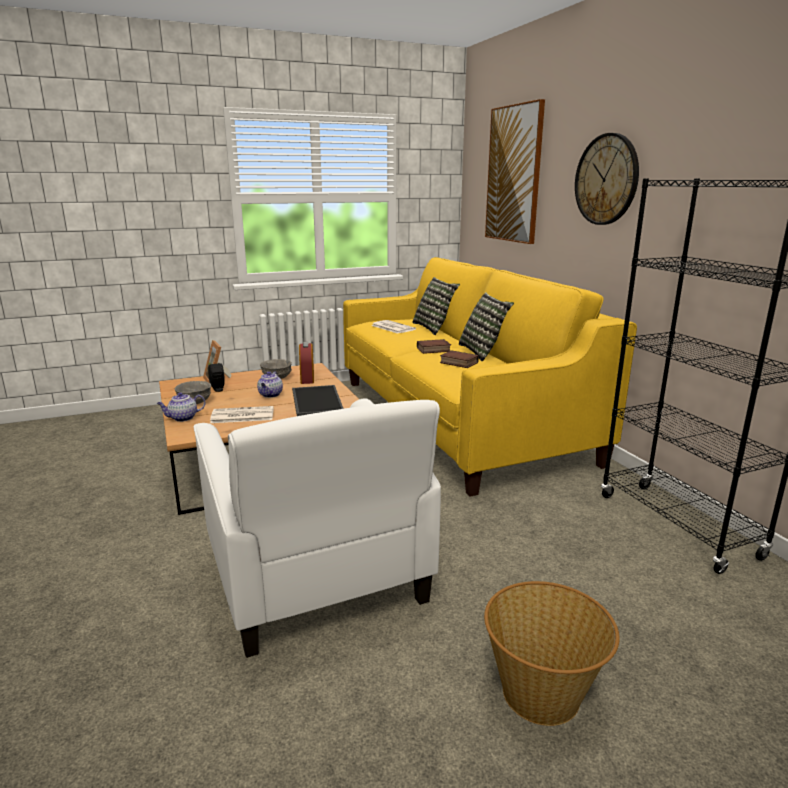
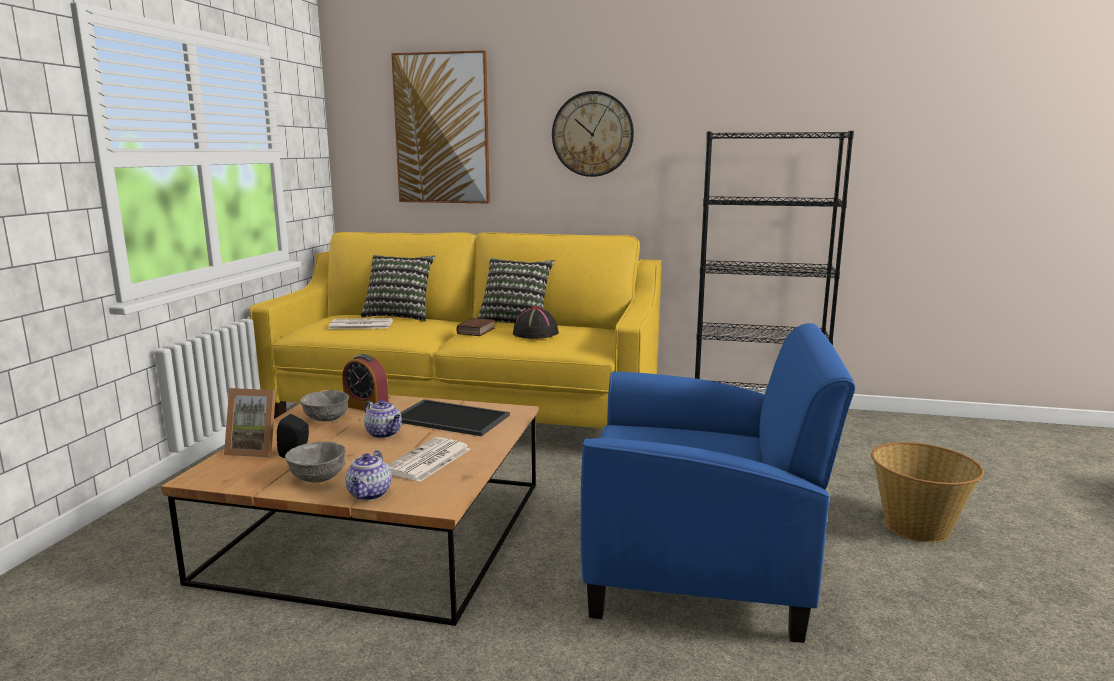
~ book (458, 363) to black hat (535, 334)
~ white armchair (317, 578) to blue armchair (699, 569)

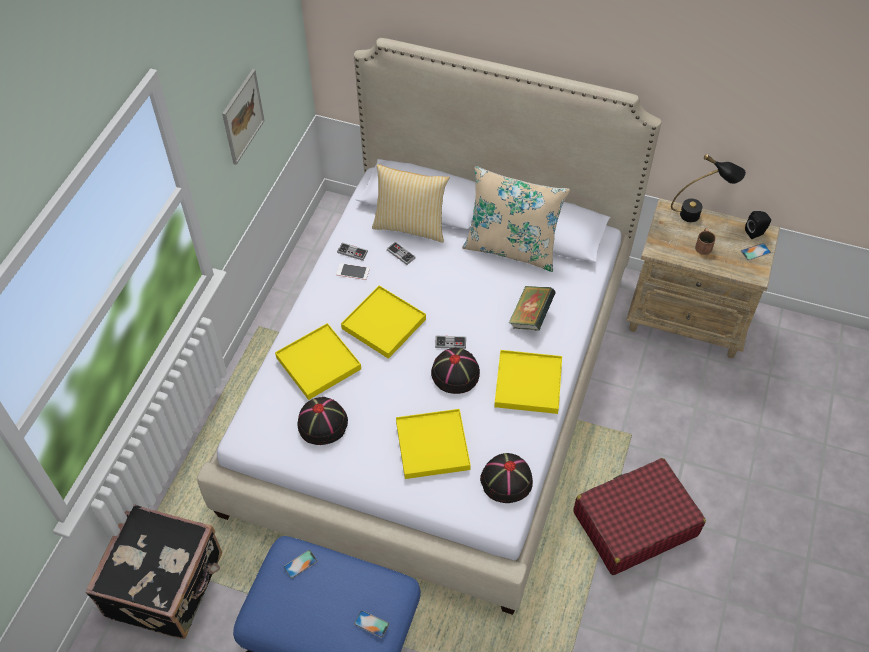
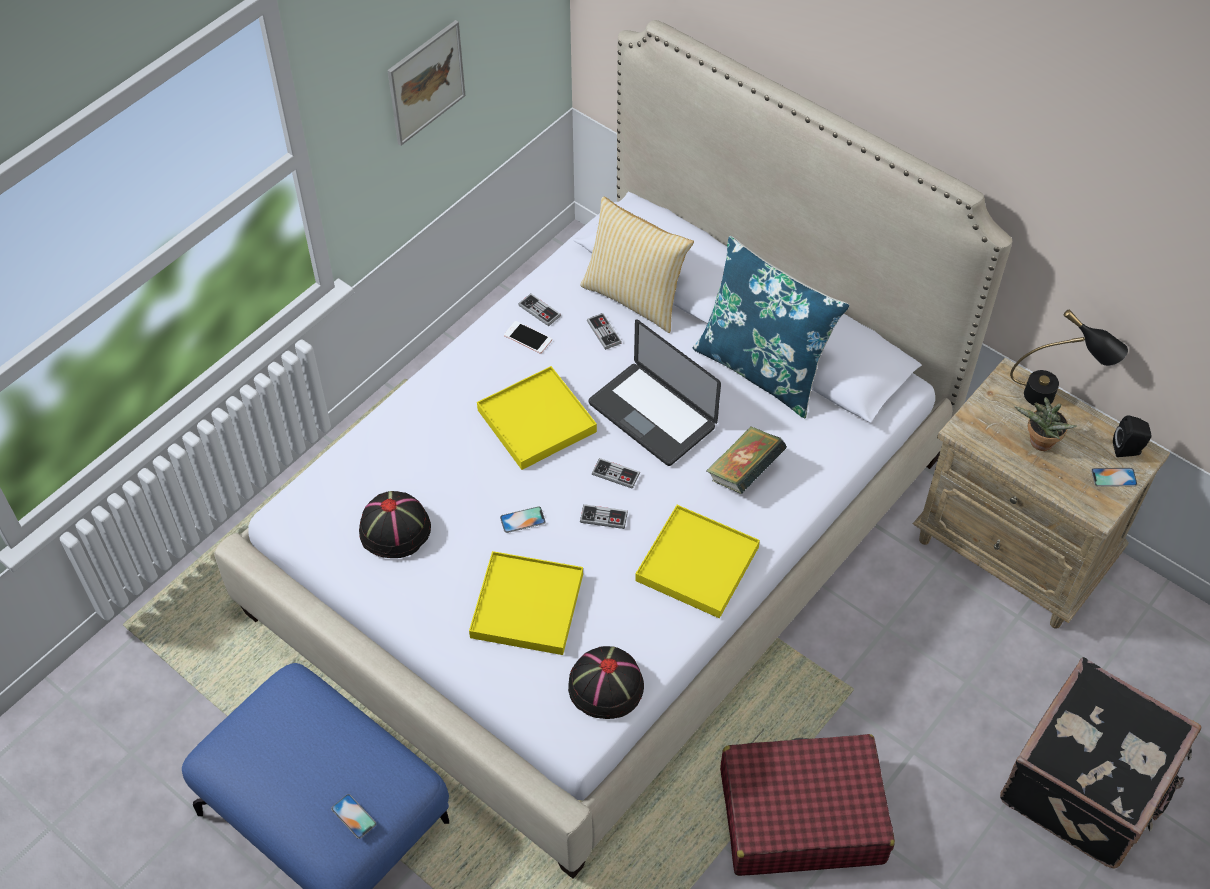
~ beige pillow (511, 248) to blue pillow (762, 368)
~ brown mug (703, 244) to potted plant (1039, 444)
- yellow tray (318, 363)
~ black hat (455, 373) to game controller (603, 517)
~ black suitcase (167, 585) to (1089, 786)
~ phone (300, 564) to (522, 519)
+ laptop (652, 415)

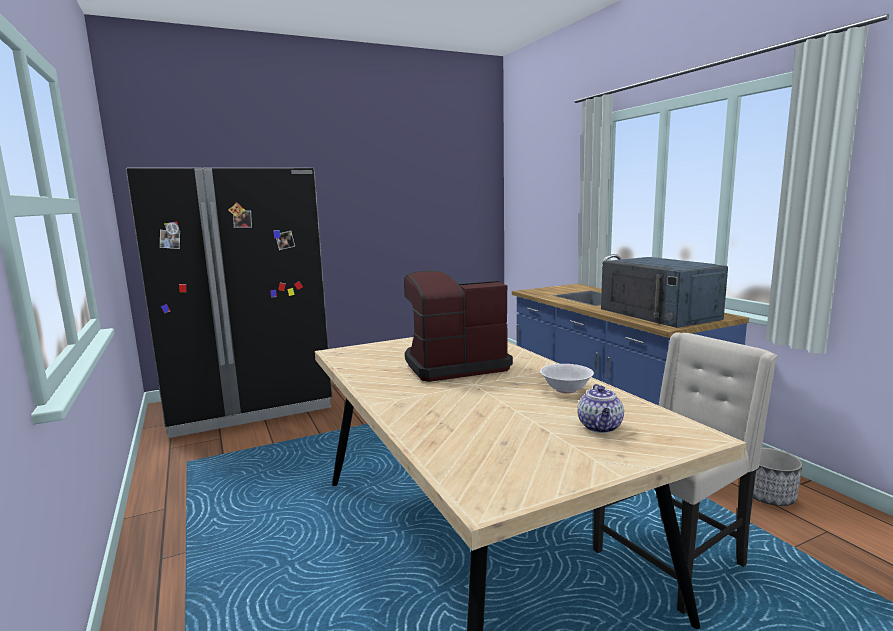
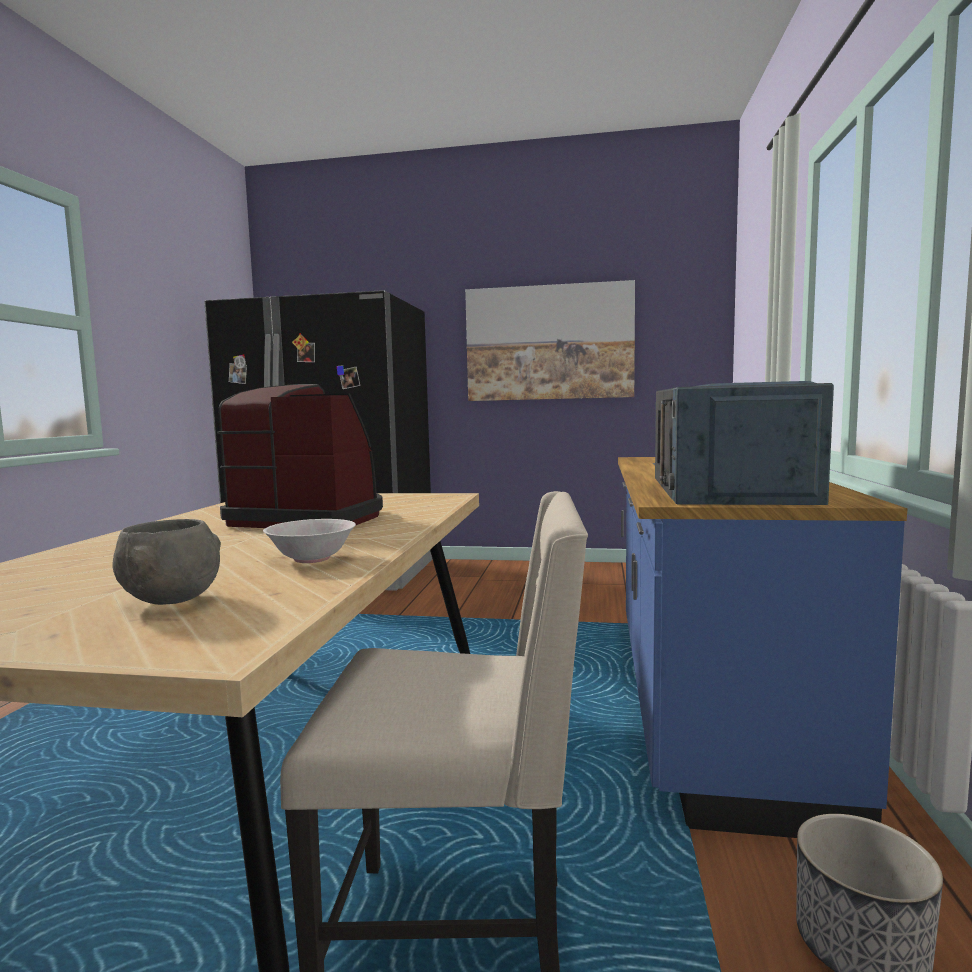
~ teapot (600, 427) to grey bowl (170, 602)
+ picture (549, 343)

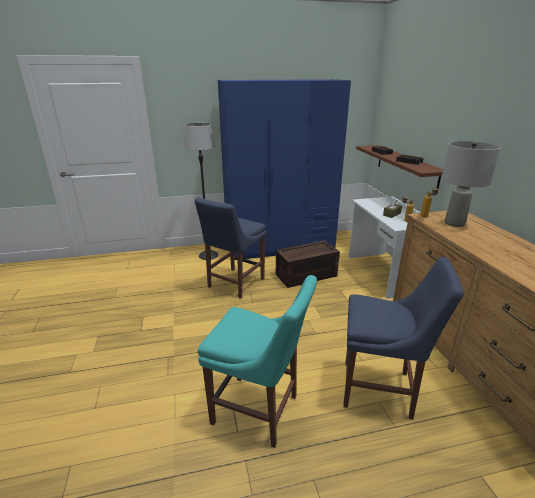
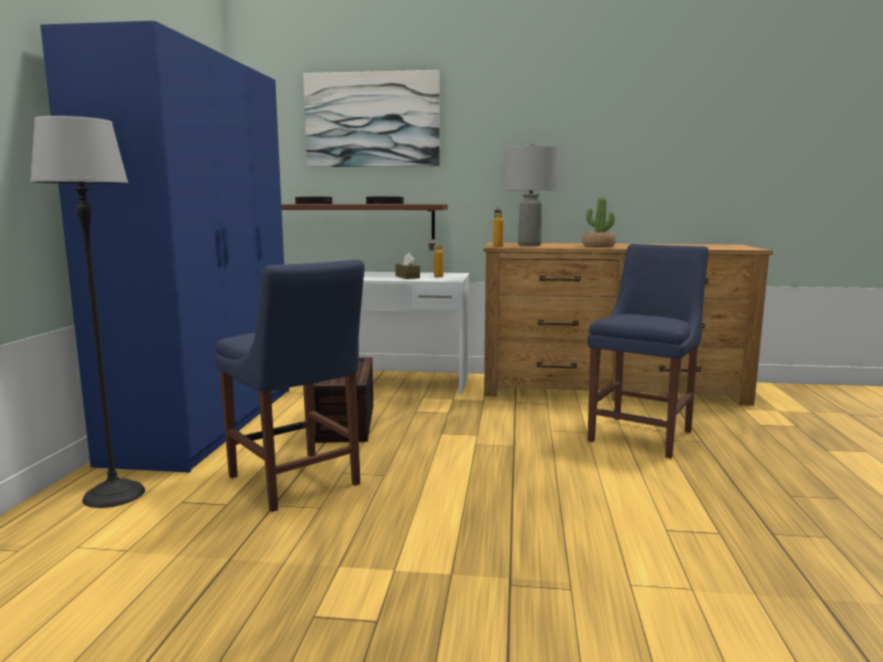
- turquoise chair (259, 411)
+ picture (372, 120)
+ potted plant (598, 246)

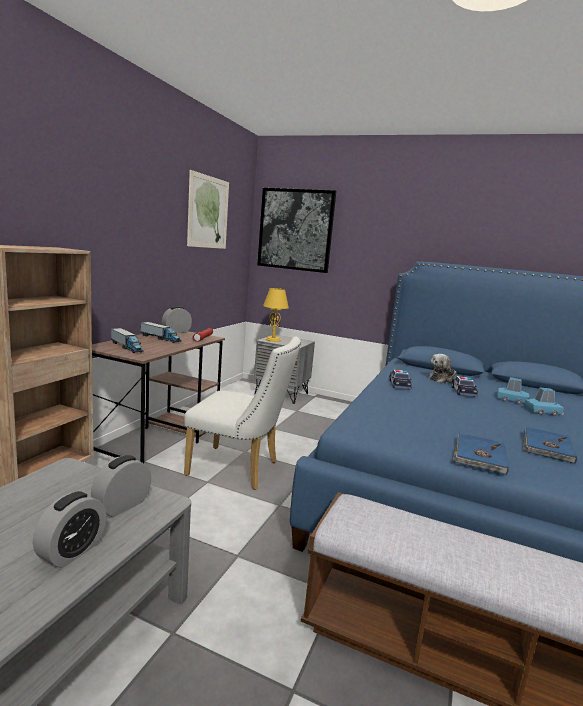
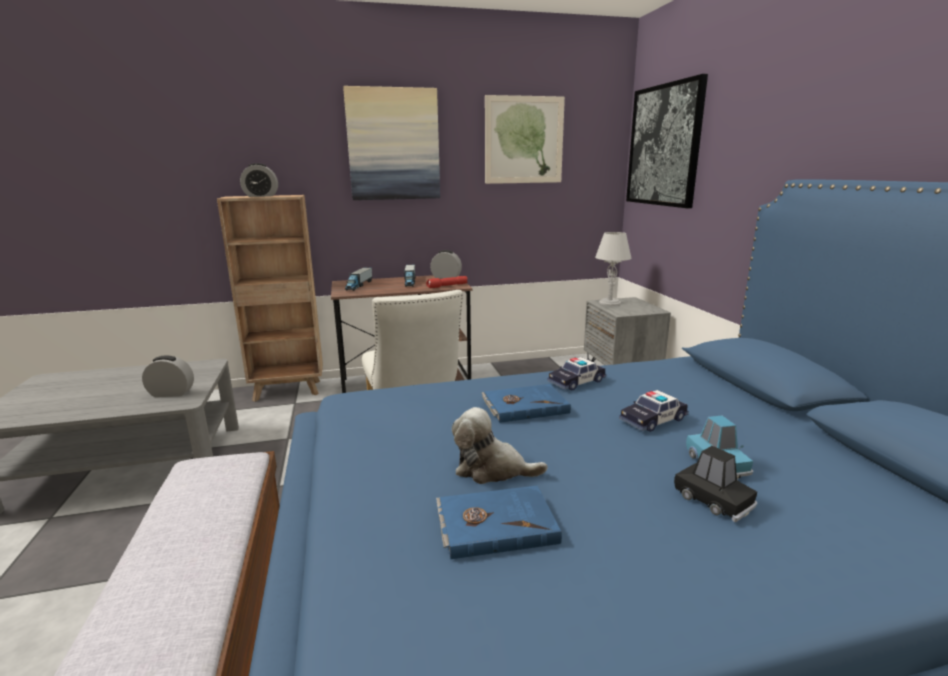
~ yellow table lamp (273, 340) to grey table lamp (609, 303)
~ plush toy (442, 379) to (492, 469)
~ blue toy car (543, 412) to black toy car (713, 500)
~ blue book (479, 456) to (524, 406)
~ alarm clock (72, 551) to (261, 196)
+ picture (393, 145)

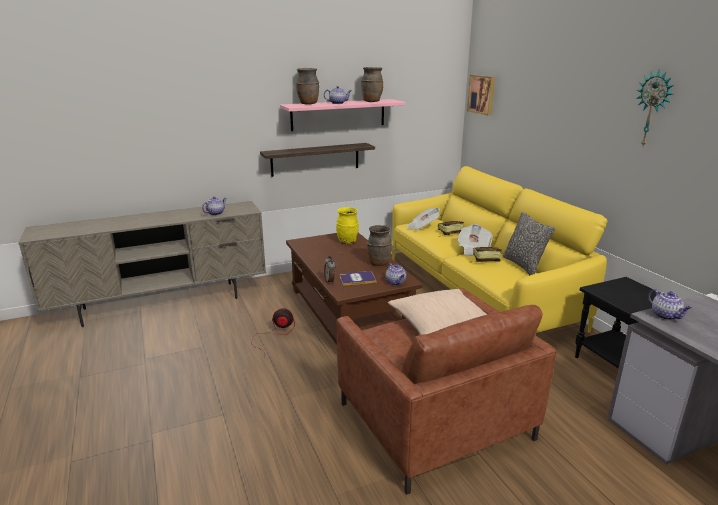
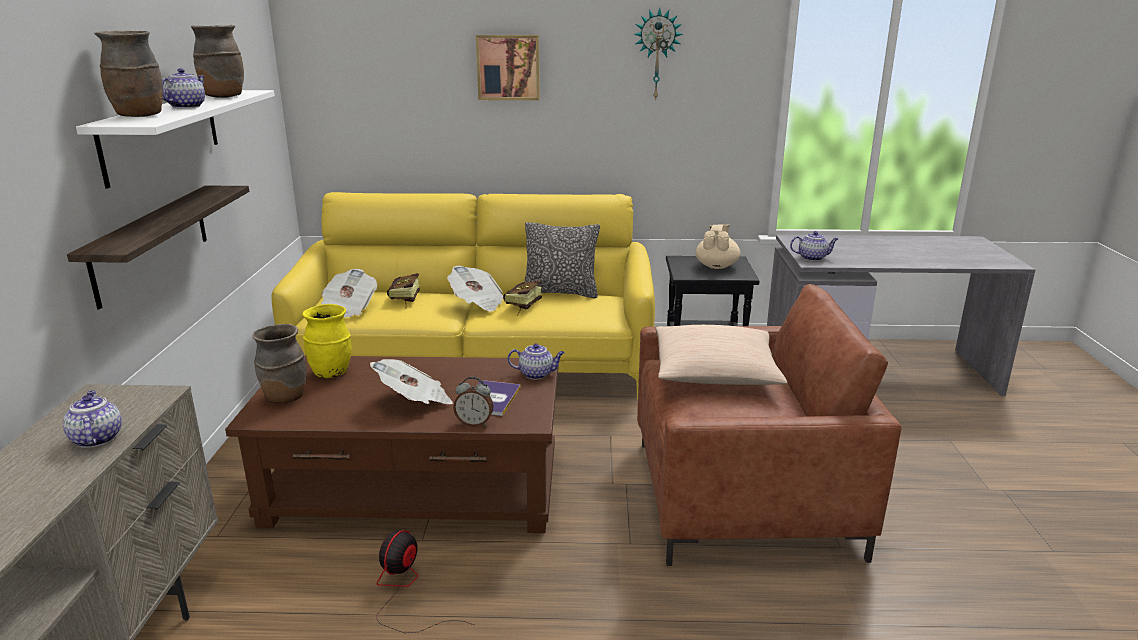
~ picture (482, 94) to (508, 67)
~ pink shelf (338, 114) to white shelf (162, 134)
~ brown vase (379, 263) to (285, 397)
+ beige teapot (716, 266)
+ newspaper (414, 401)

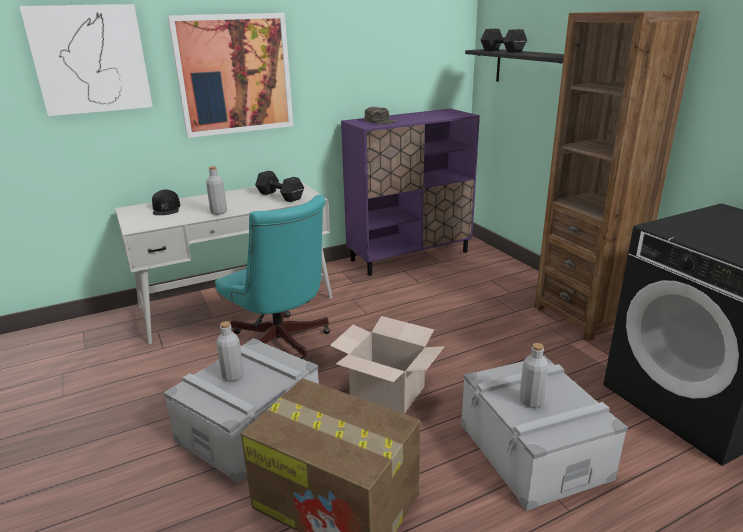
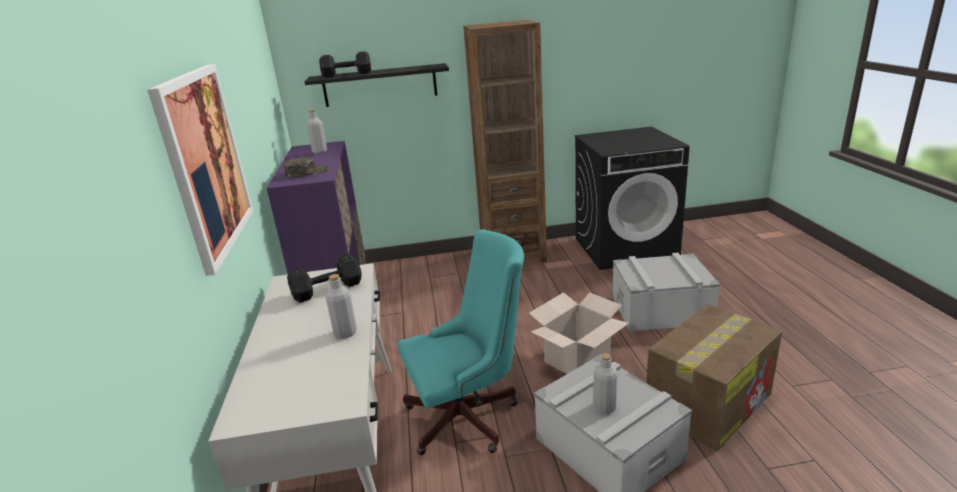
- picture (90, 59)
- black cap (166, 208)
~ grey bottle (531, 401) to (320, 151)

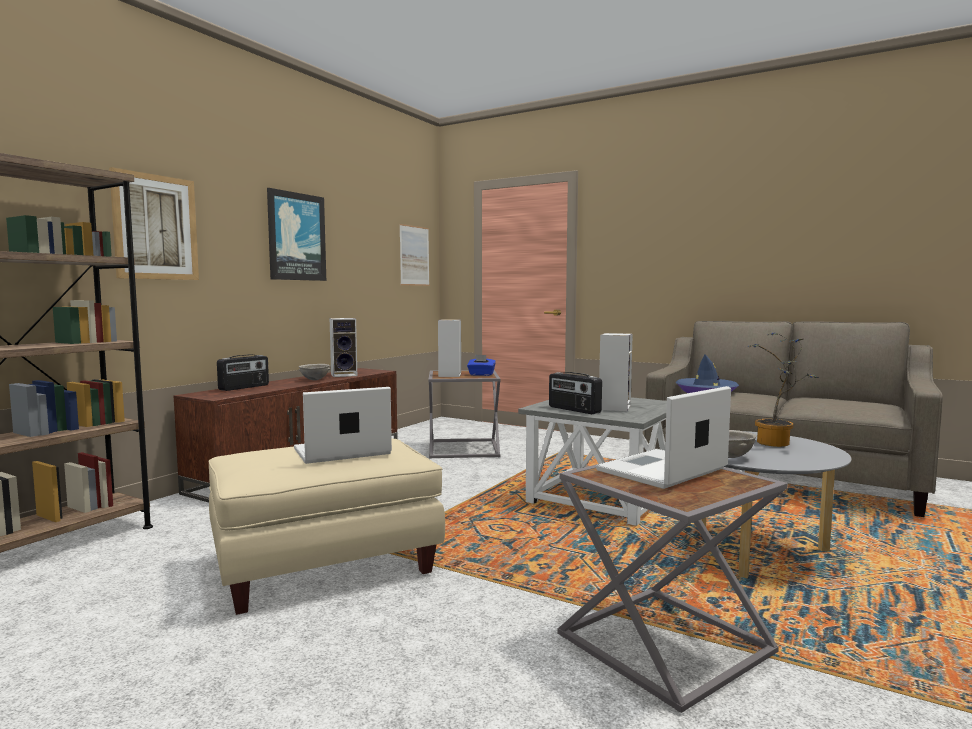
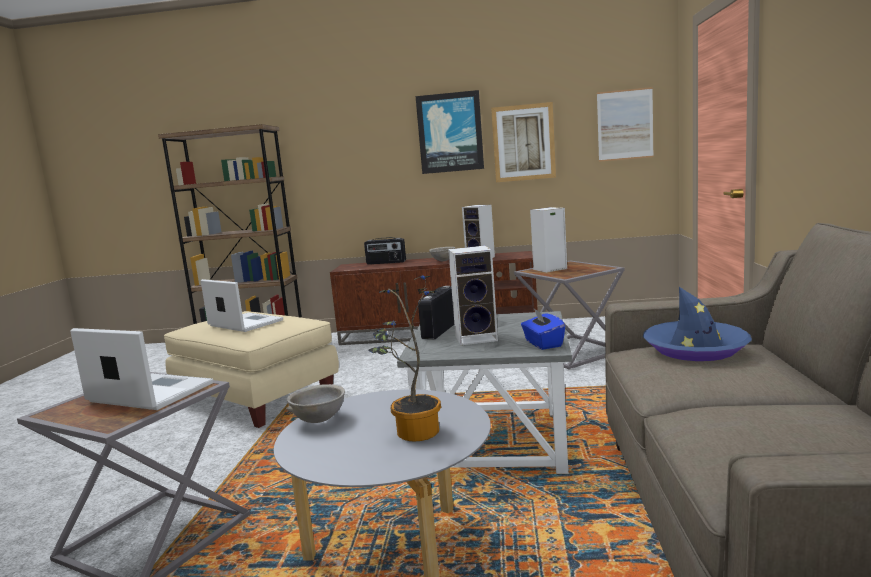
~ picture (155, 227) to (523, 142)
~ blue tissue box (481, 374) to (543, 344)

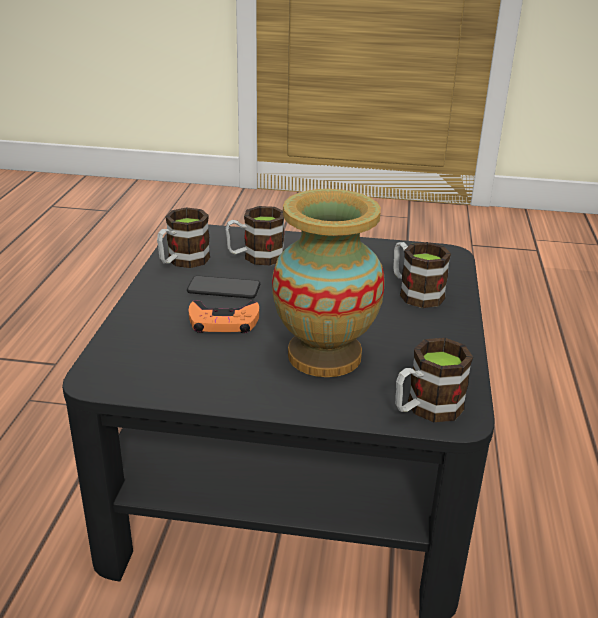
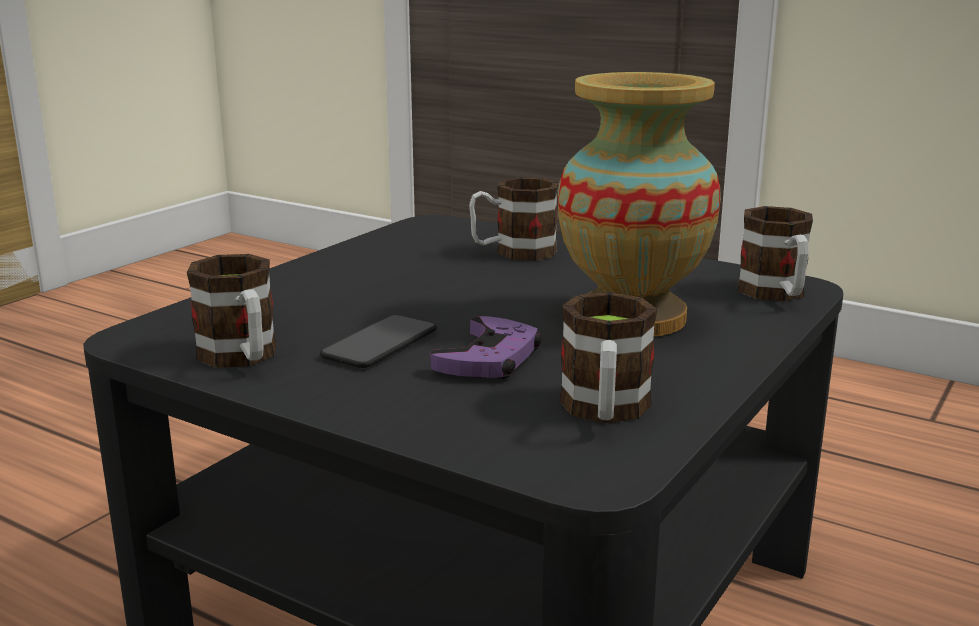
~ mug (255, 257) to (605, 412)
~ orange game controller (223, 322) to purple game controller (489, 359)

